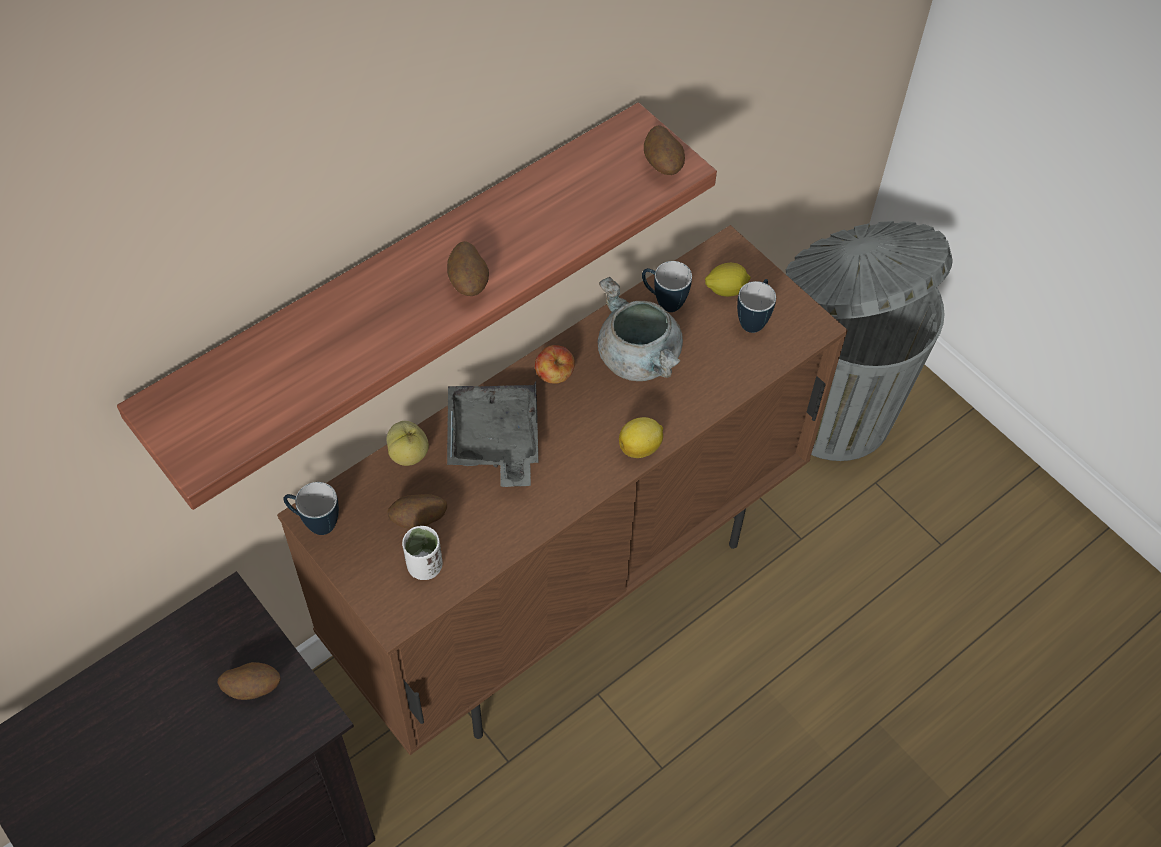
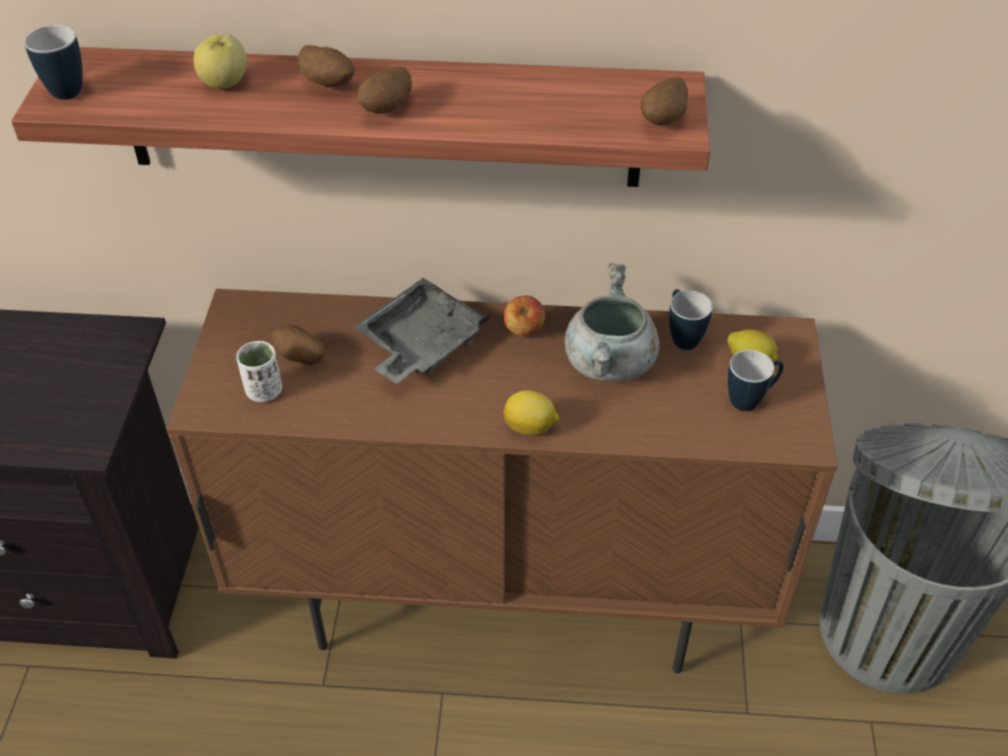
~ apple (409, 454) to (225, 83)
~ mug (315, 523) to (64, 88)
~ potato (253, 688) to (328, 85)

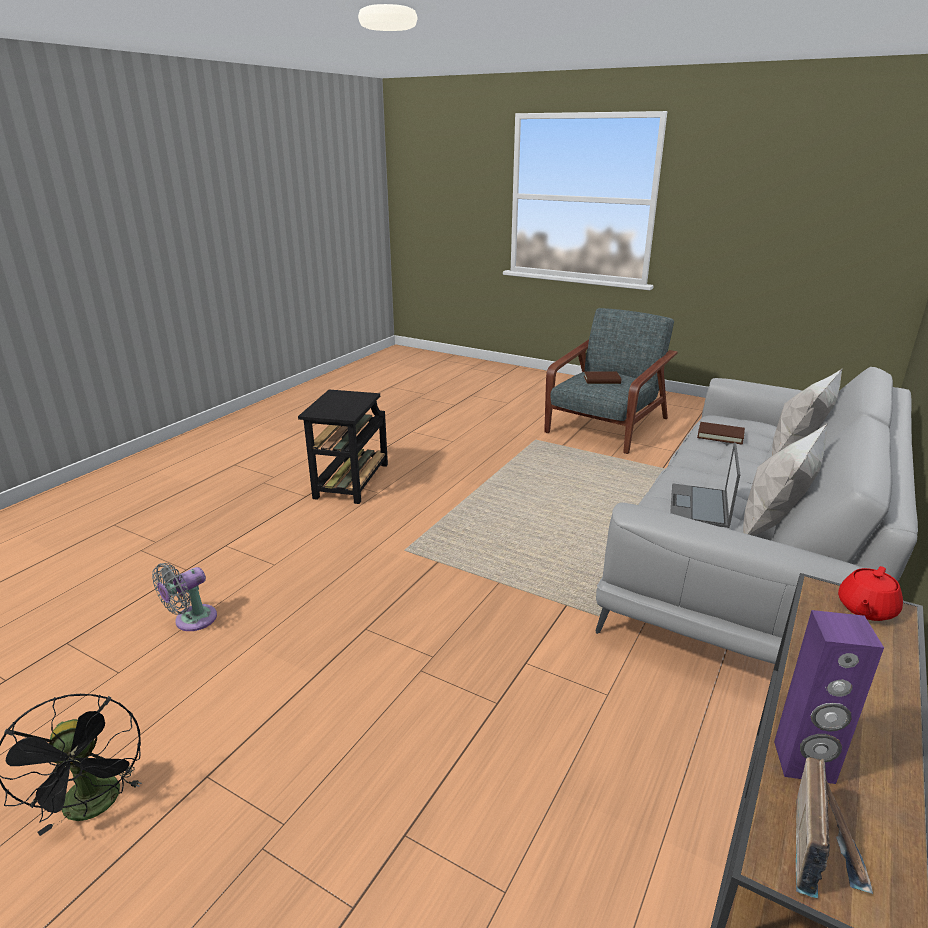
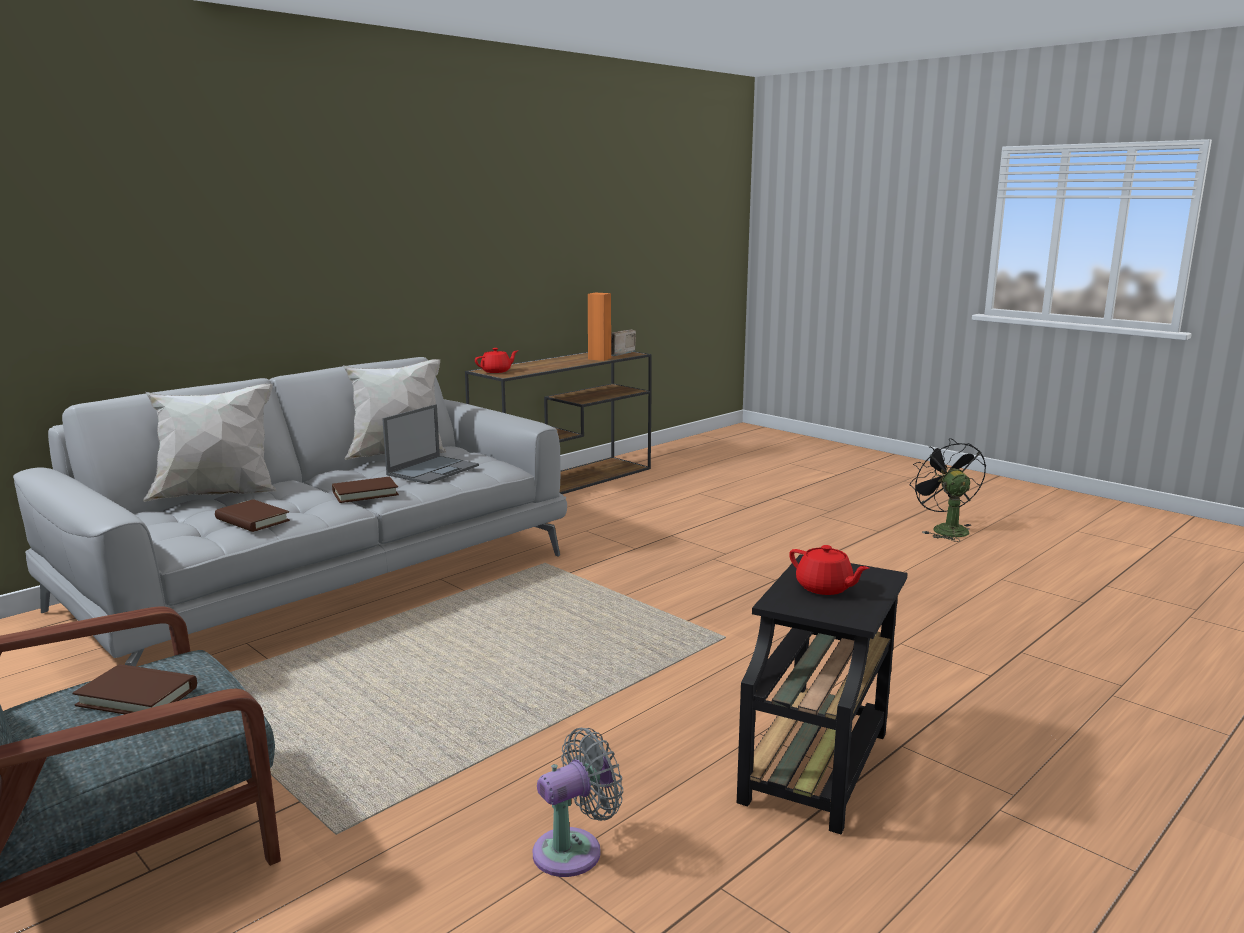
~ grey fan (191, 620) to (574, 850)
~ purple speaker (804, 762) to orange speaker (599, 358)
+ brown book (365, 493)
+ red teapot (825, 588)

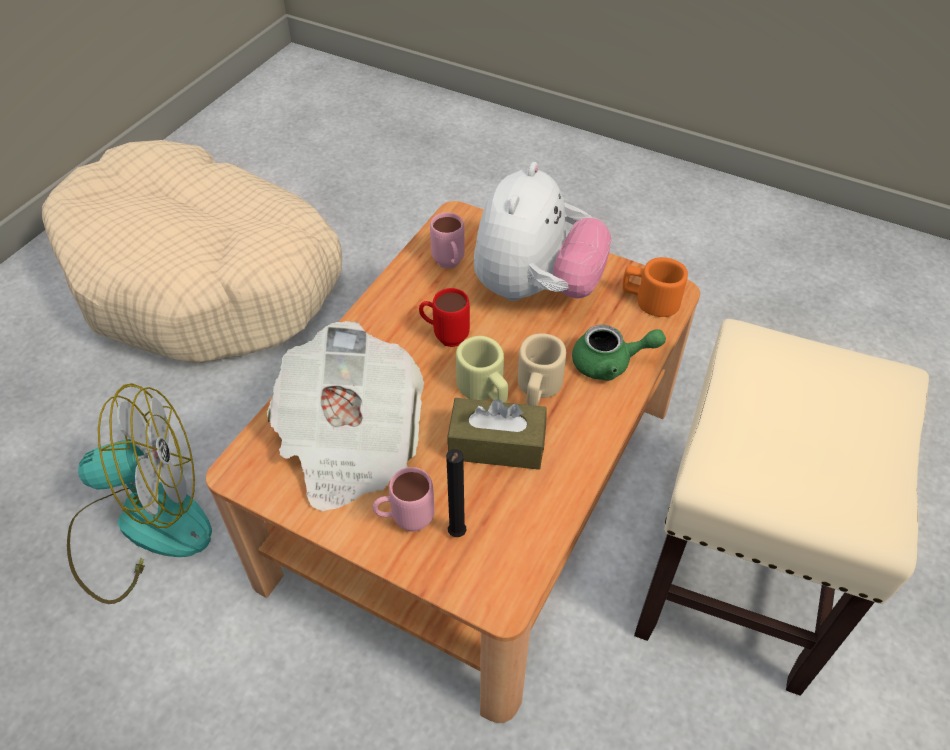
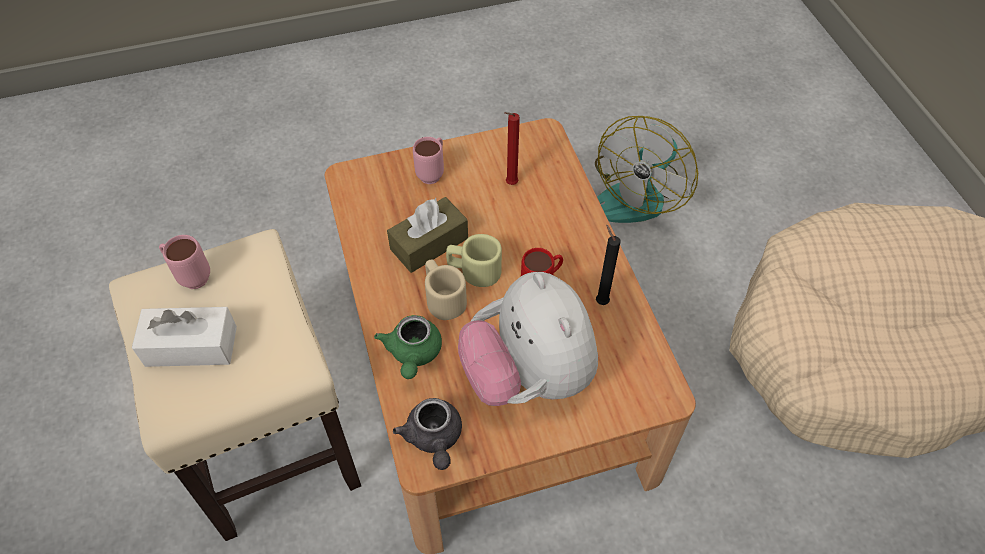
~ pink mug (450, 265) to (190, 276)
~ orange mug (650, 300) to grey teapot (434, 439)
~ newspaper (350, 443) to red candle (510, 184)
~ green teapot (610, 363) = (413, 354) 45 degrees counterclockwise
~ black candle (456, 536) to (600, 300)
+ white tissue box (191, 346)

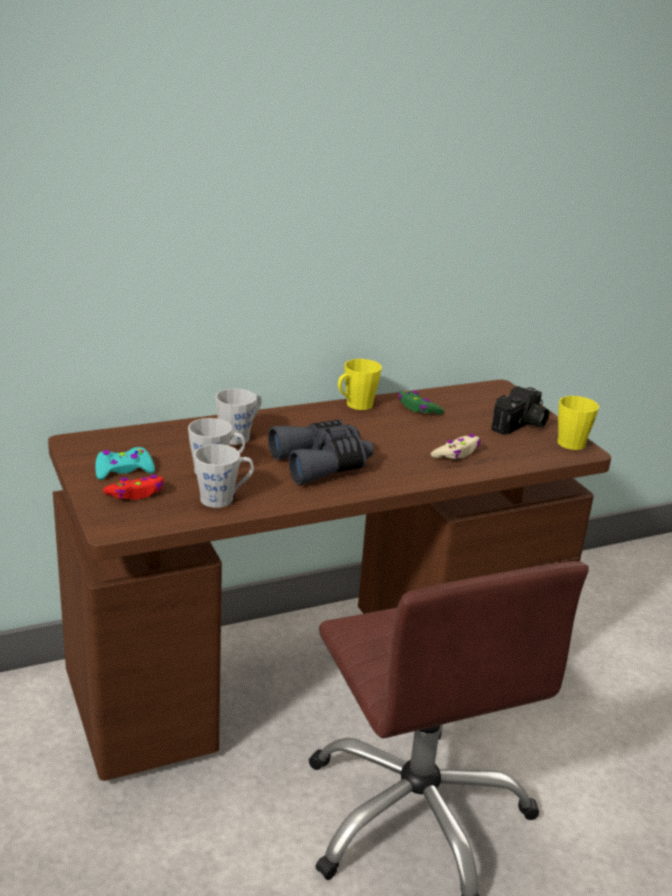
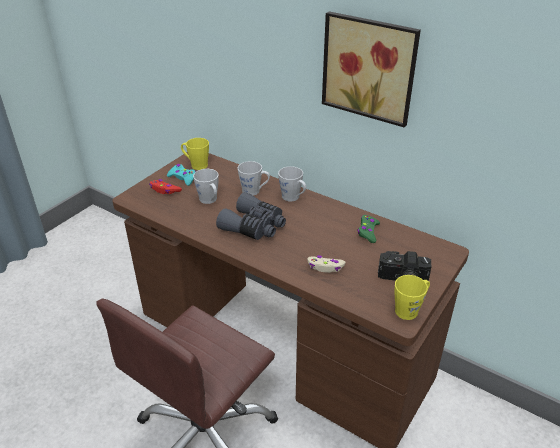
~ yellow mug (355, 405) to (196, 165)
~ grey mug (223, 499) to (293, 197)
+ picture (370, 67)

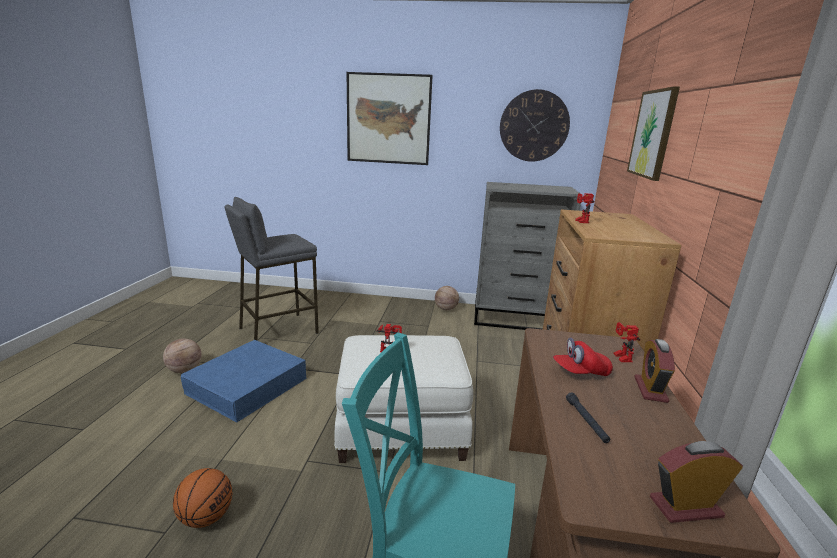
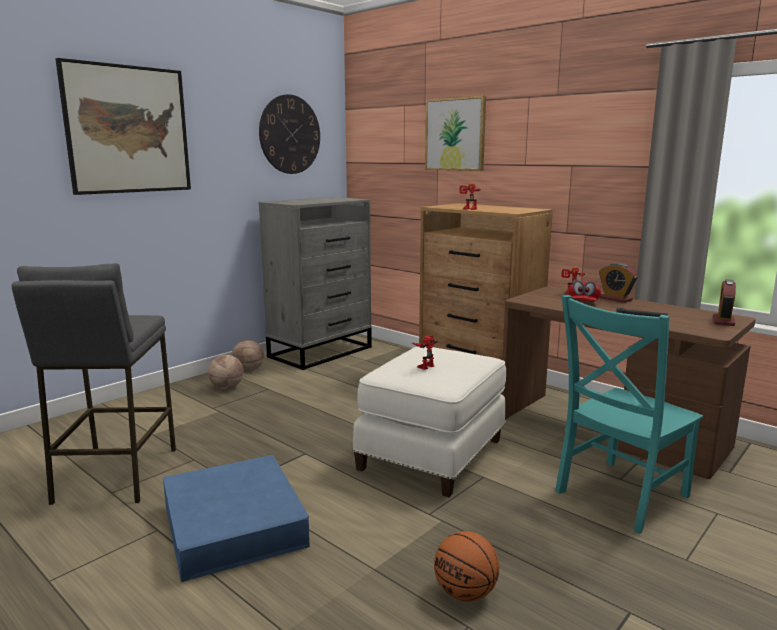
~ basketball (184, 370) to (227, 388)

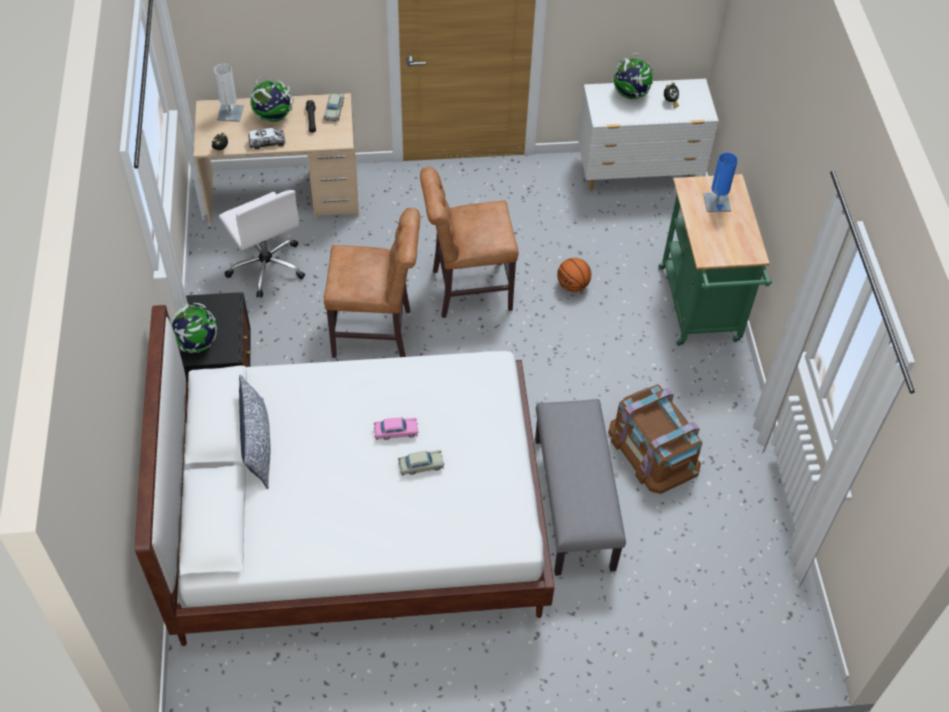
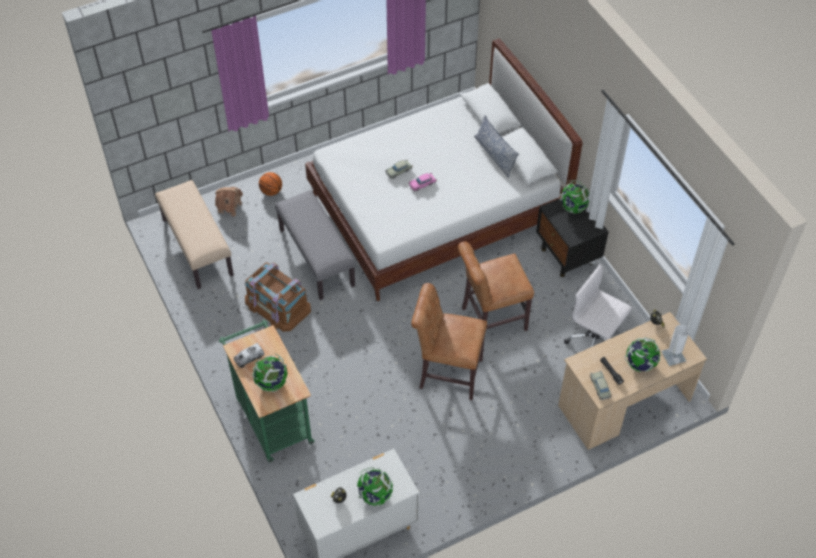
~ toy truck (267, 143) to (249, 358)
~ blue table lamp (717, 202) to globe (272, 383)
~ brown chair (466, 290) = (447, 373) 135 degrees counterclockwise
~ basketball (573, 285) to (271, 191)
+ beige bench (197, 247)
+ toy house (230, 207)

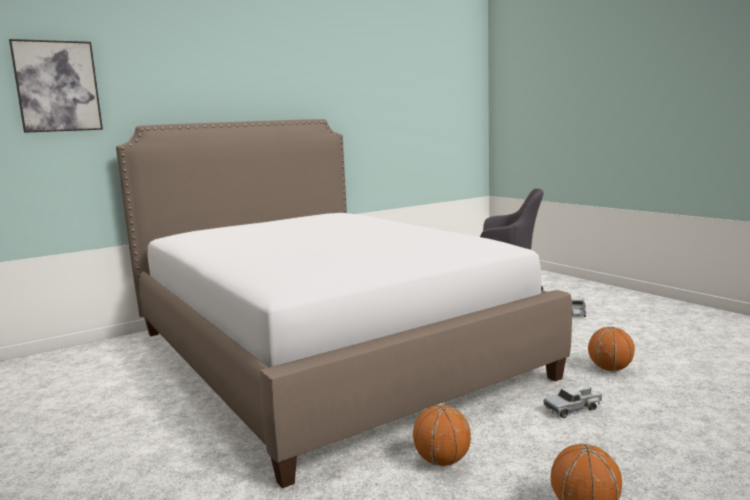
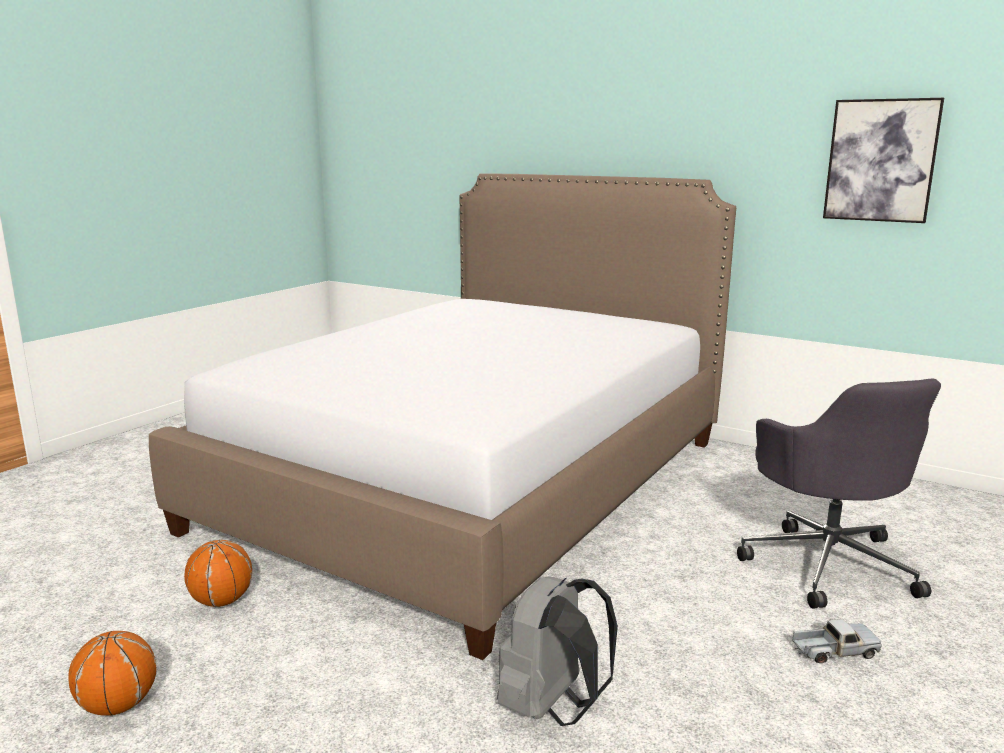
~ picture (57, 86) to (881, 160)
~ basketball (610, 369) to grey backpack (552, 708)
- toy truck (573, 408)

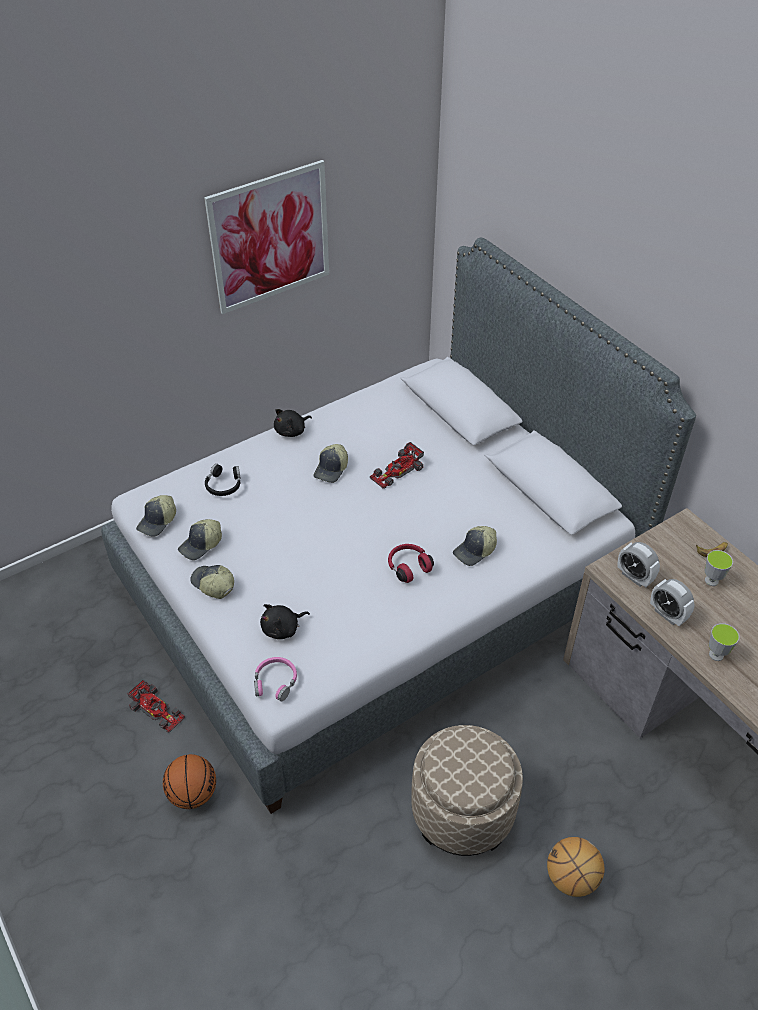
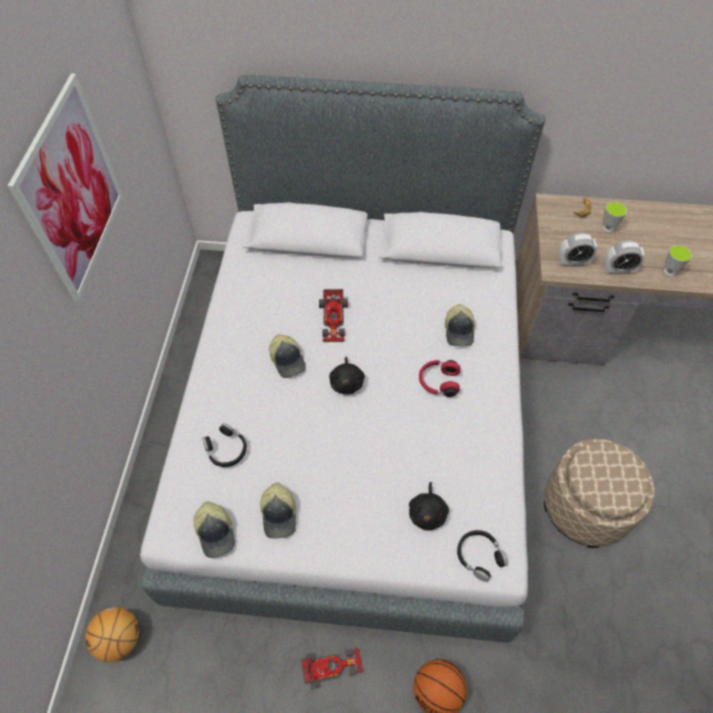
~ black plush toy (292, 431) to (347, 382)
- cap (212, 585)
~ pink headphones (275, 682) to black headphones (479, 556)
~ basketball (571, 878) to (120, 639)

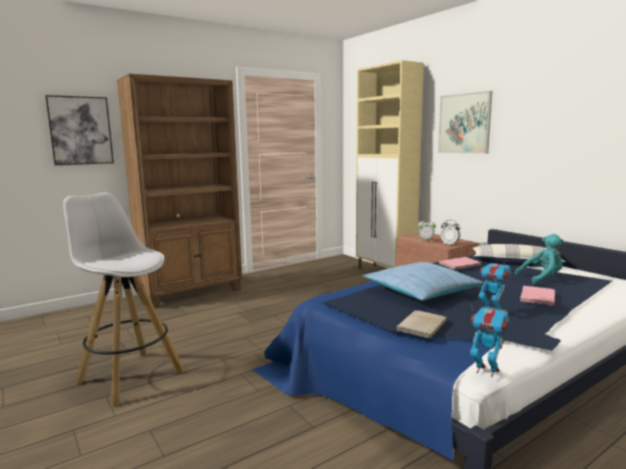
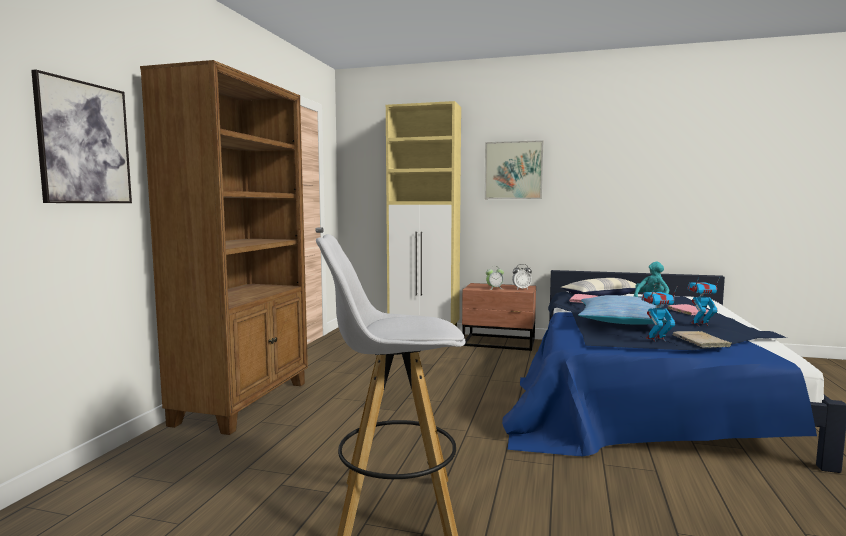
~ toy robot (486, 371) to (656, 339)

